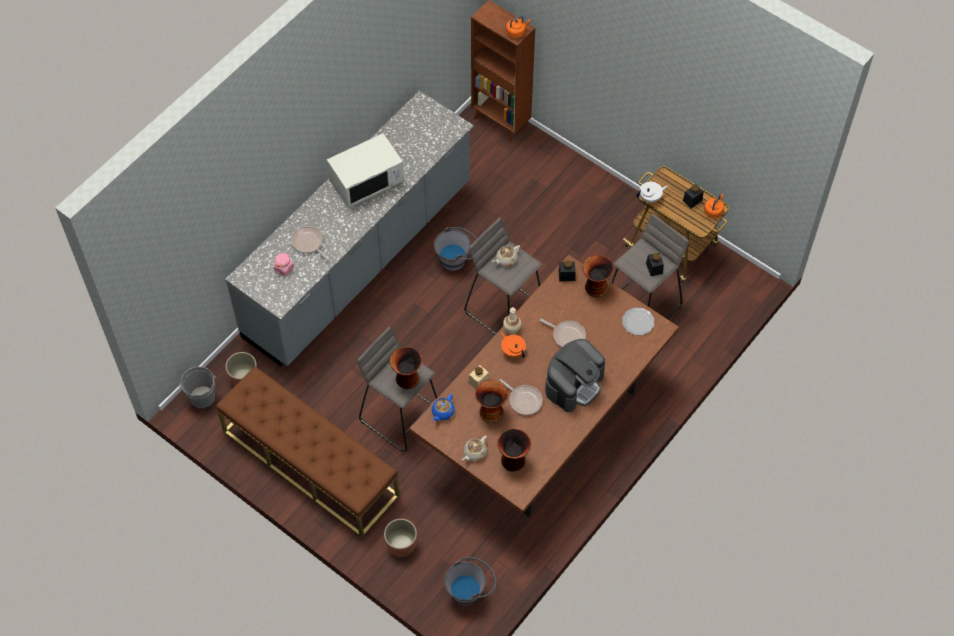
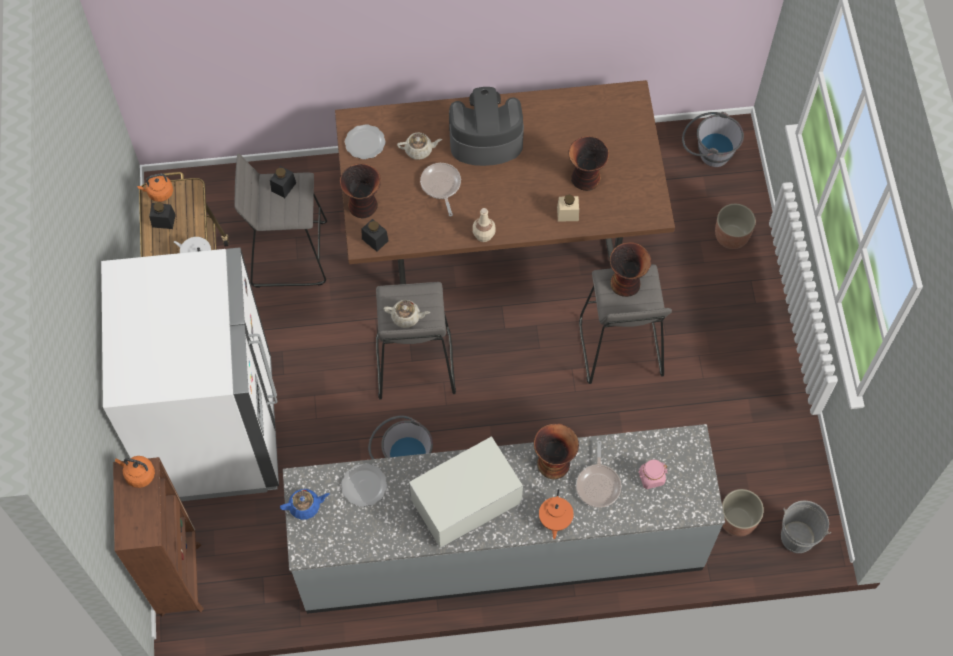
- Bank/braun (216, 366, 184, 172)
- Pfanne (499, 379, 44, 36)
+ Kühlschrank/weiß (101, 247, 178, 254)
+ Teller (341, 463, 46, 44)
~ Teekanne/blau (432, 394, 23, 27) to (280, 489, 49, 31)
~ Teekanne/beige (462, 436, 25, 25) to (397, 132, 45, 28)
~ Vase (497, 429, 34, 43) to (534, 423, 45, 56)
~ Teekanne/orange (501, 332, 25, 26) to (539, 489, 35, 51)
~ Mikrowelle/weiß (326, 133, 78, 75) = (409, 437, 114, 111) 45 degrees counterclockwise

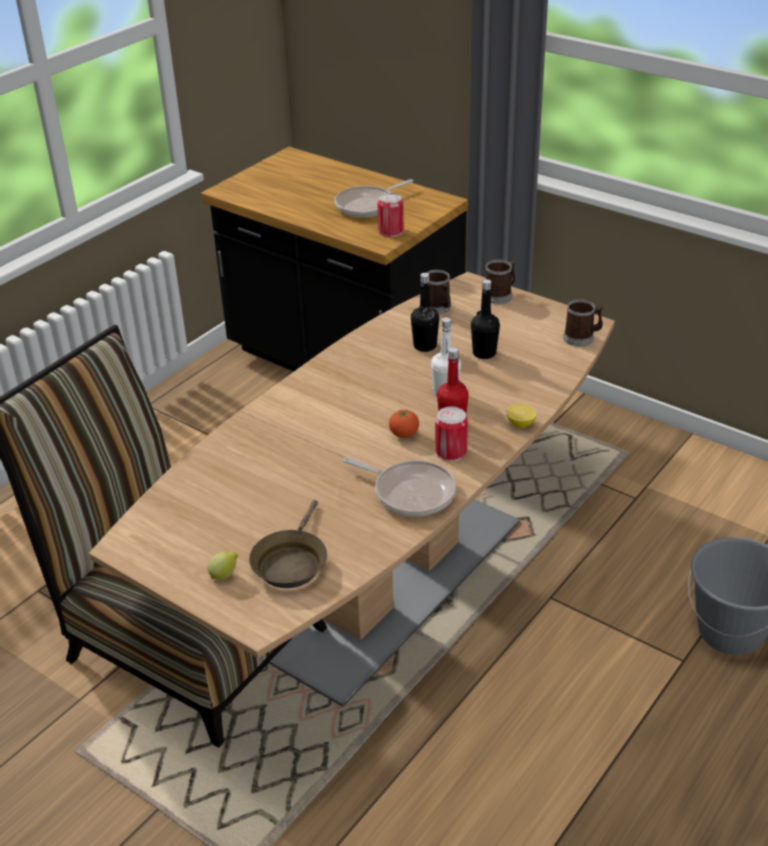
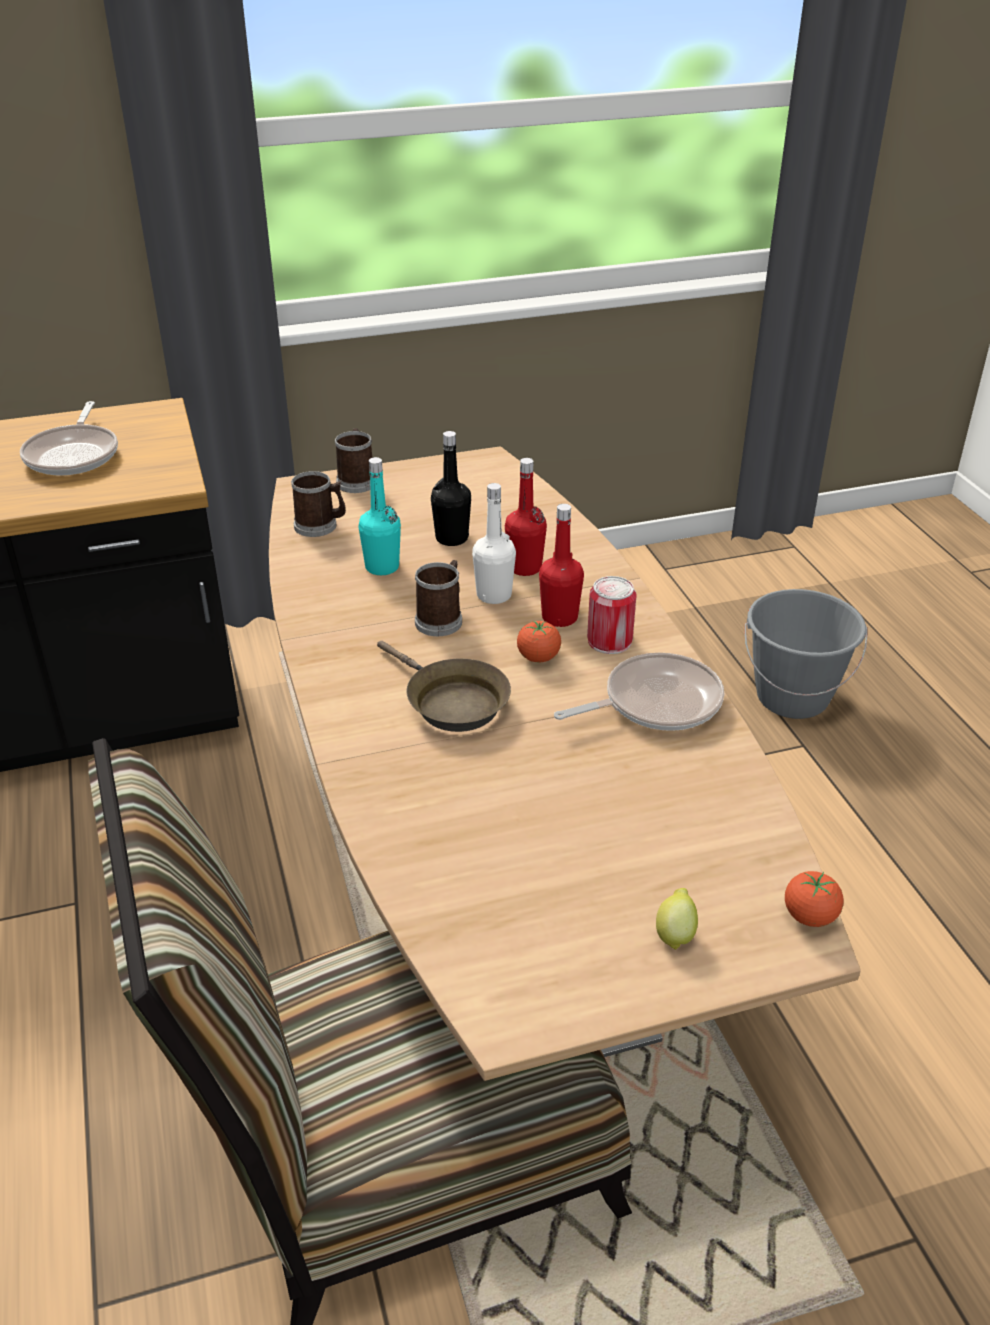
- Dose (377, 193, 27, 44)
- Zitrone (507, 403, 30, 24)
+ Flasche/rot (505, 458, 42, 118)
+ Tomate (785, 871, 59, 56)
~ Pfanne/braun (249, 500, 78, 88) to (377, 641, 134, 91)
~ Henkelbecher (563, 299, 40, 48) to (415, 560, 47, 76)
~ Flasche/schwarz (411, 273, 28, 79) to Flasche/türkis (358, 457, 43, 118)

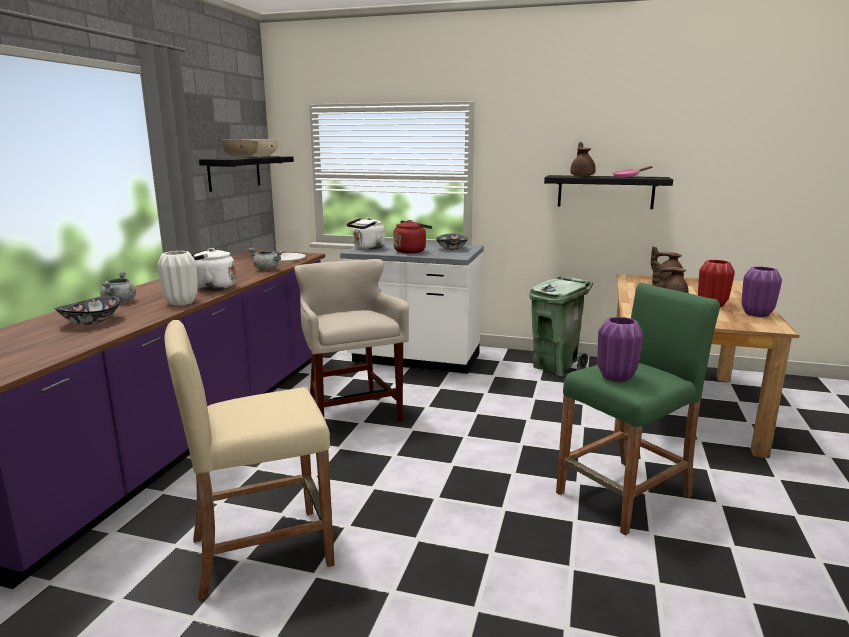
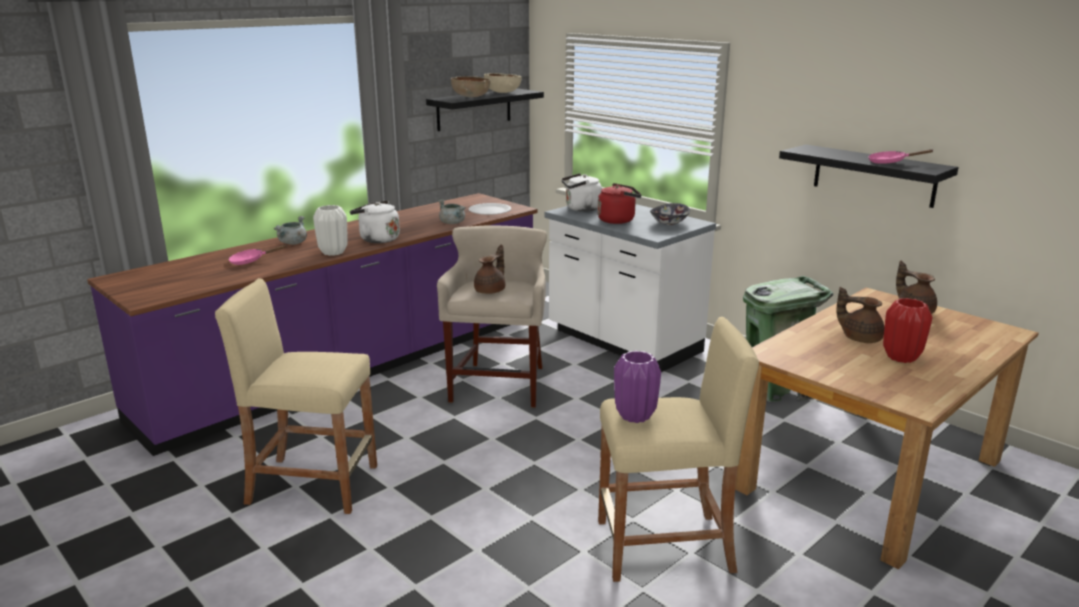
- Vase/lila (742, 266, 40, 51)
~ Teekanne/braun (570, 142, 26, 34) to (474, 245, 31, 49)
~ Schüssel (55, 295, 67, 30) to Pfanne/rosa (229, 245, 58, 20)
~ Hocker/grün (556, 283, 164, 252) to Hocker/beige (598, 317, 161, 265)

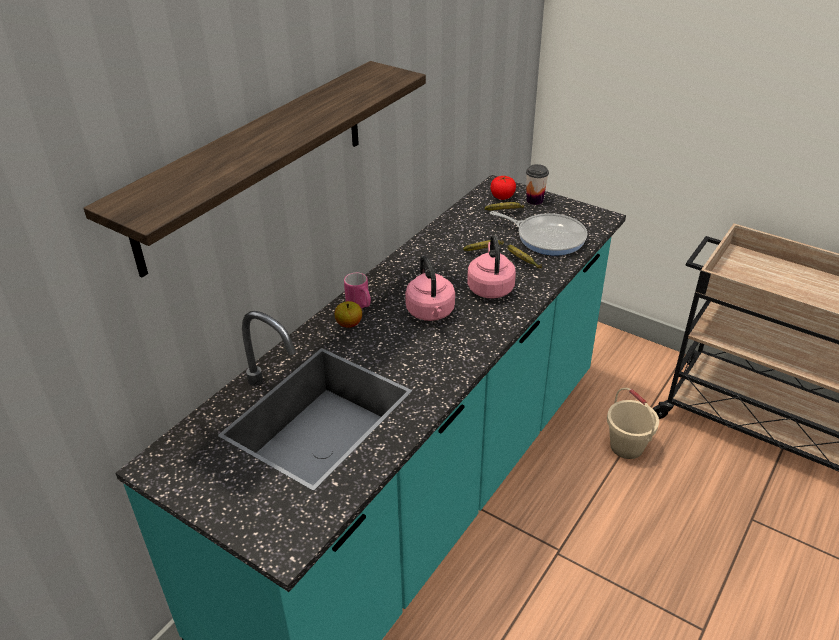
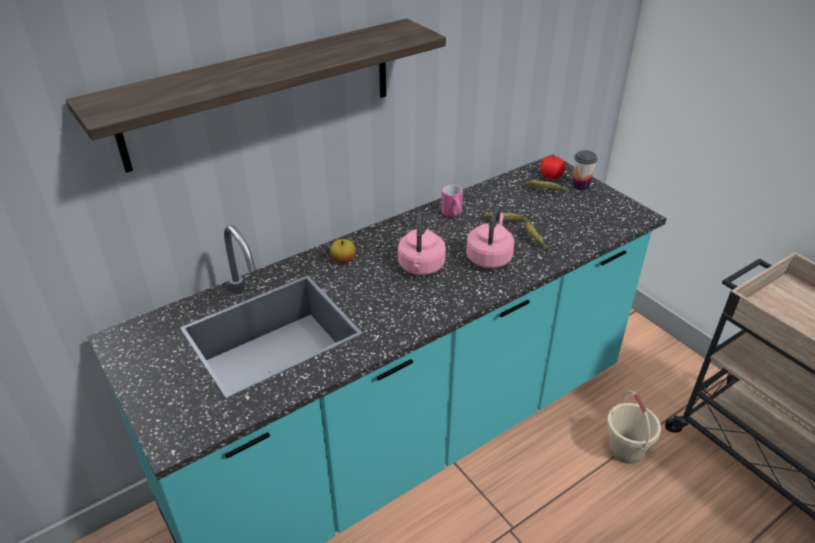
- Pfanne (490, 211, 97, 44)
~ Henkelbecher/rosa (344, 273, 27, 36) to (441, 185, 22, 32)

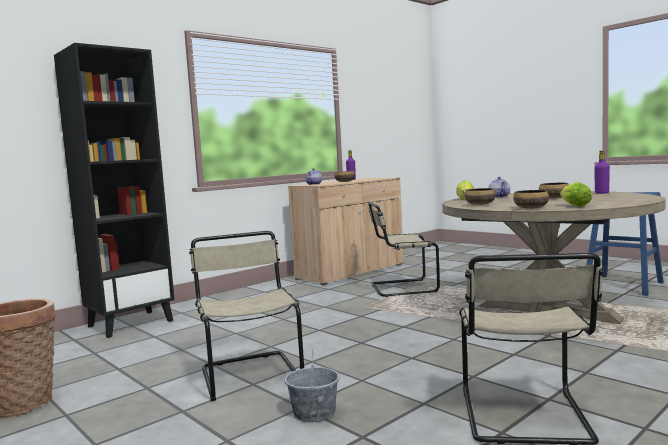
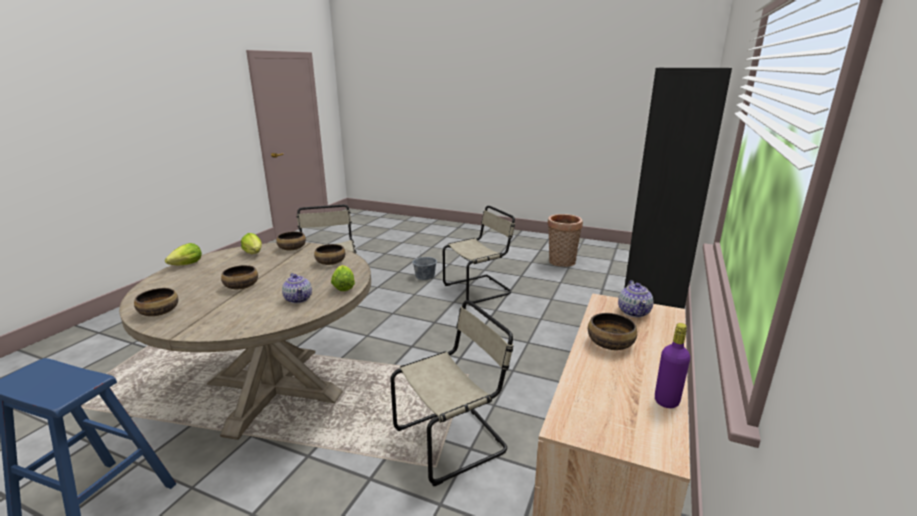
+ Salatkopf (165, 243, 37, 23)
~ Flasche/lila (594, 150, 16, 44) to Schüssel (134, 288, 44, 28)
~ Stuhl/beige (189, 231, 115, 170) = (443, 206, 72, 99) 75 degrees counterclockwise

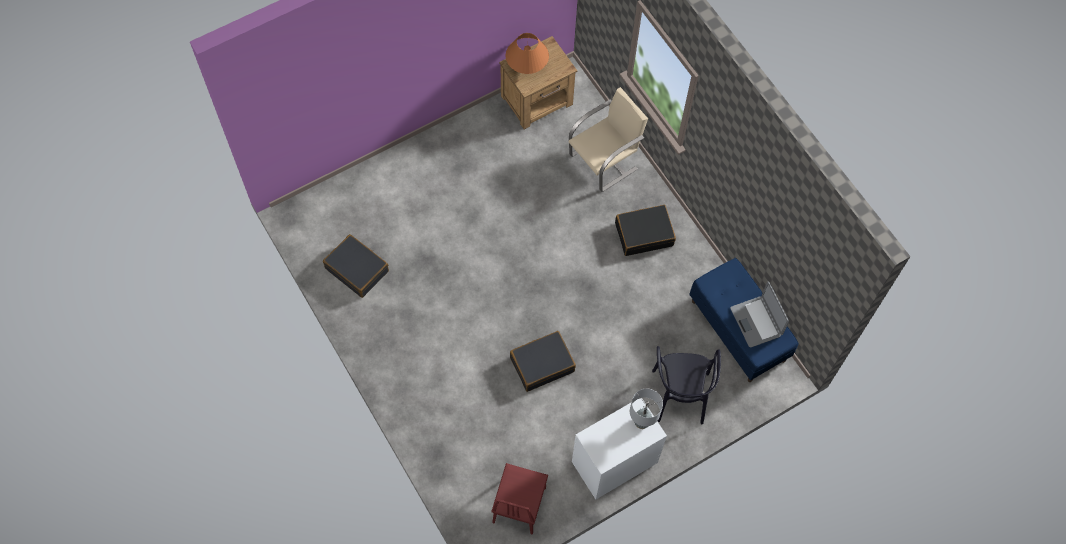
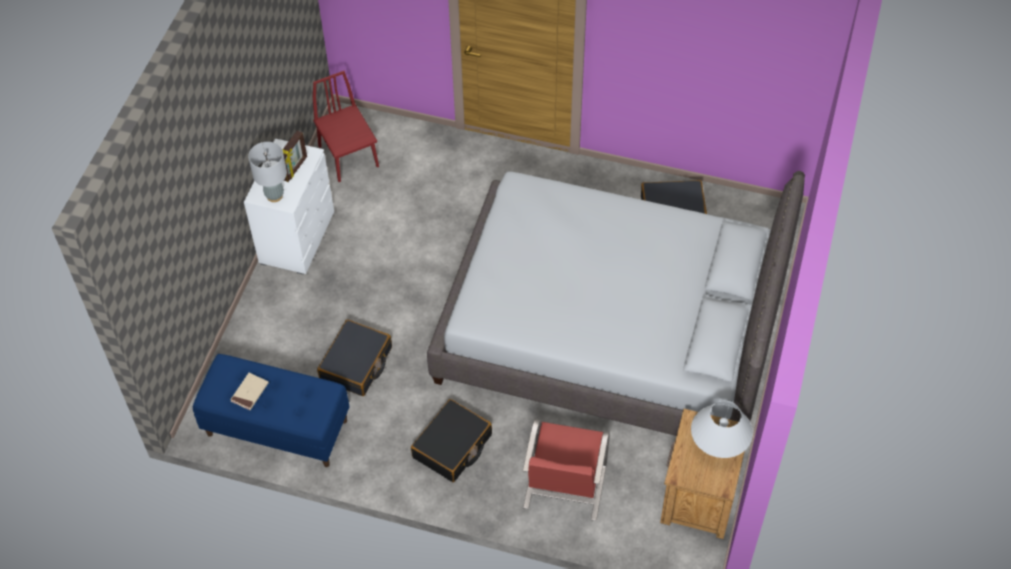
- Stuhl/schwarz (652, 346, 69, 78)
+ Bilderrahmen (282, 130, 25, 52)
+ Bett/grau (427, 171, 378, 265)
~ Koffer/schwarz (510, 331, 66, 61) to (317, 319, 75, 77)
~ Laptop (730, 282, 59, 66) to Buch/beige (230, 373, 39, 37)
~ Tischlampe/orange (506, 33, 43, 41) to Tischlampe/weiß (691, 401, 62, 57)
~ Stuhl/beige (569, 87, 79, 105) to Stuhl/rot (523, 419, 87, 102)

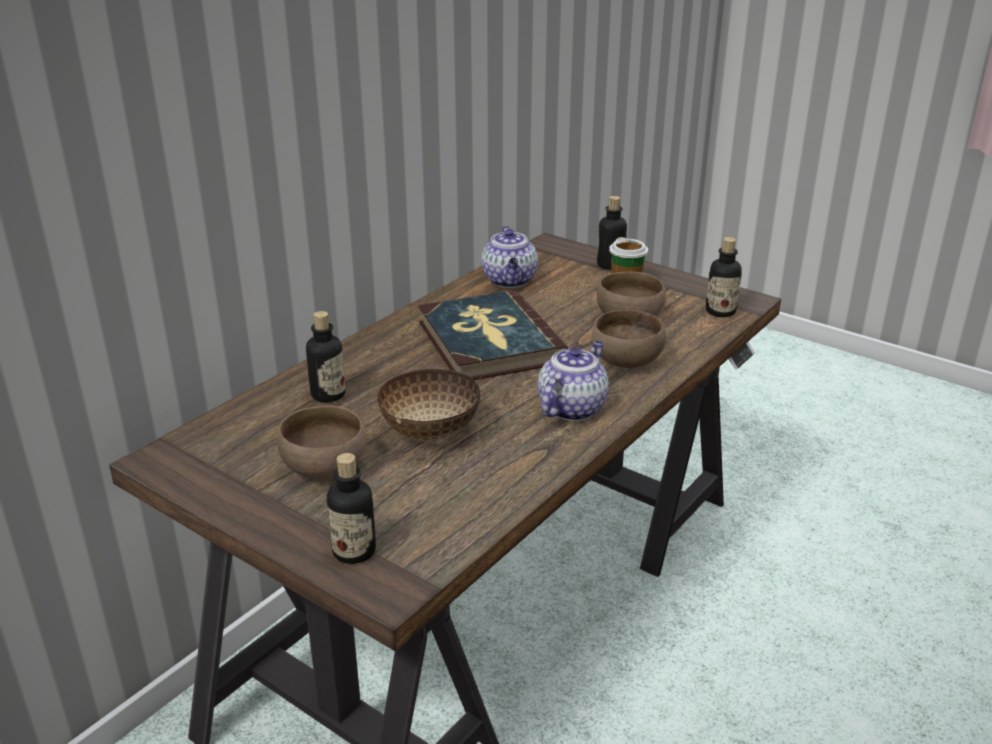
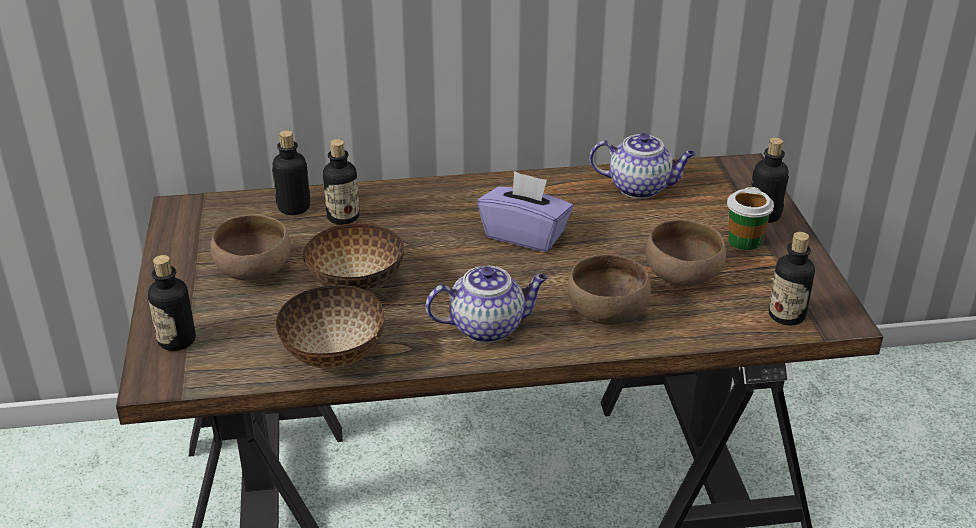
+ Flasche (272, 130, 38, 85)
+ Schüssel (276, 285, 109, 84)
~ Buch (418, 290, 150, 90) to Taschentuchbox/lila (477, 171, 96, 81)
~ Teekanne (481, 226, 57, 62) = (590, 133, 106, 66) 120 degrees counterclockwise

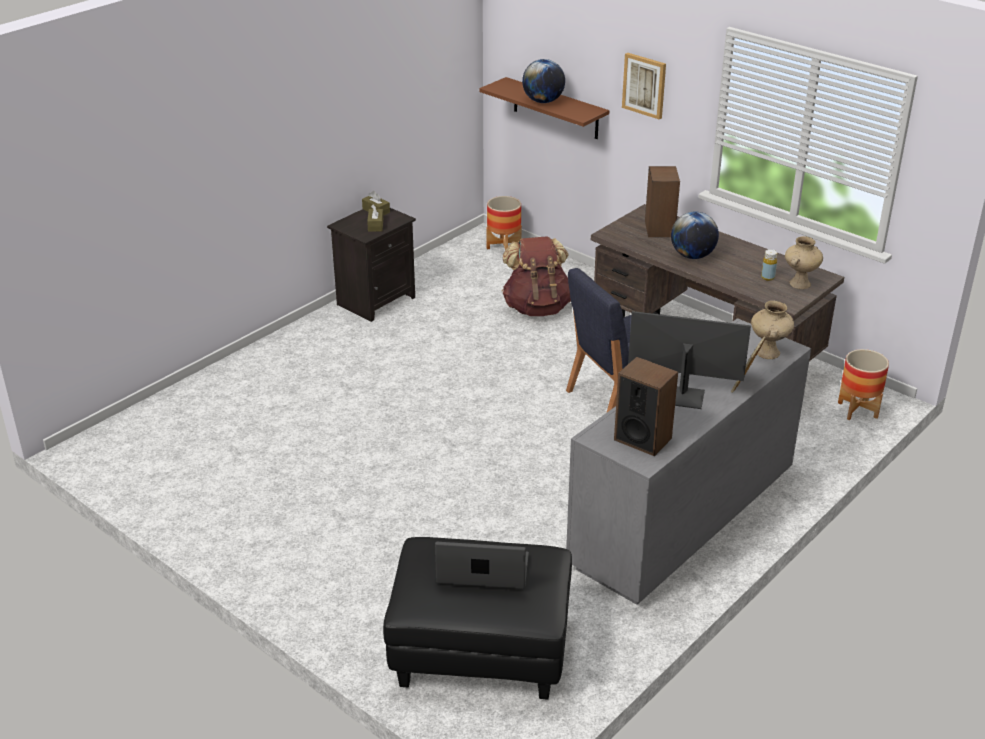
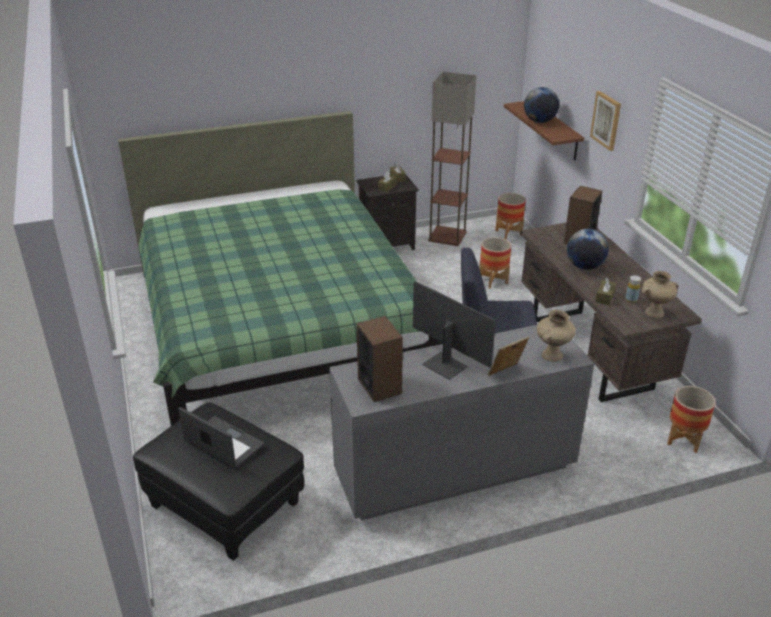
+ Bett/grün (118, 111, 325, 315)
+ Stehlampe (428, 72, 49, 174)
+ Taschentuchbox/braun (596, 278, 20, 27)
~ Rucksack/braun (502, 236, 69, 80) to Pflanzkübel (479, 237, 32, 52)

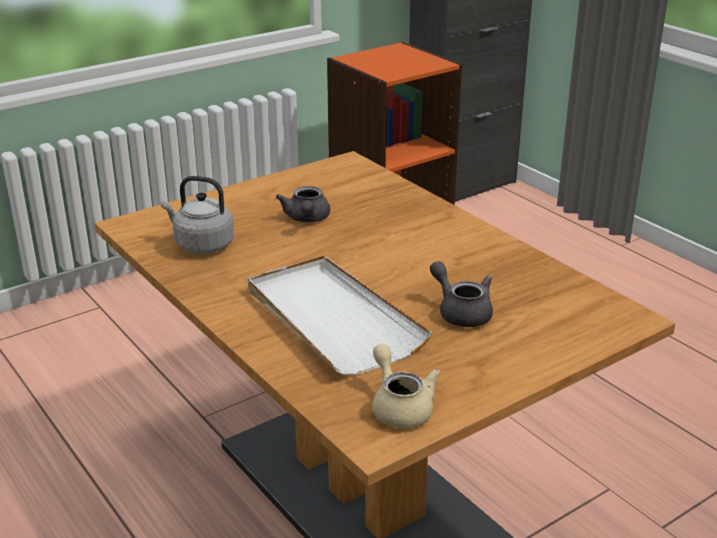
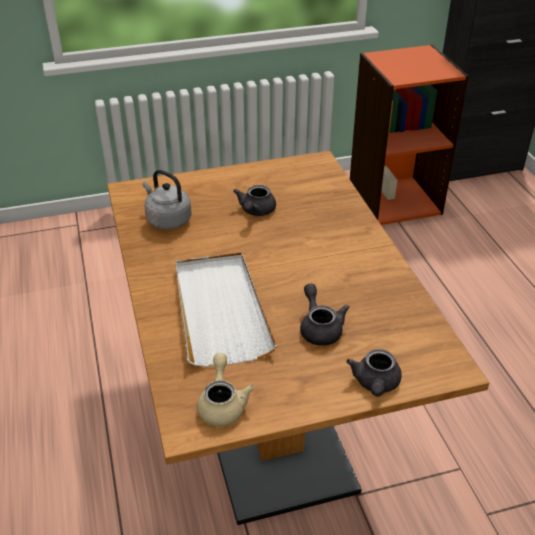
+ Teekanne/grau (346, 349, 56, 47)

